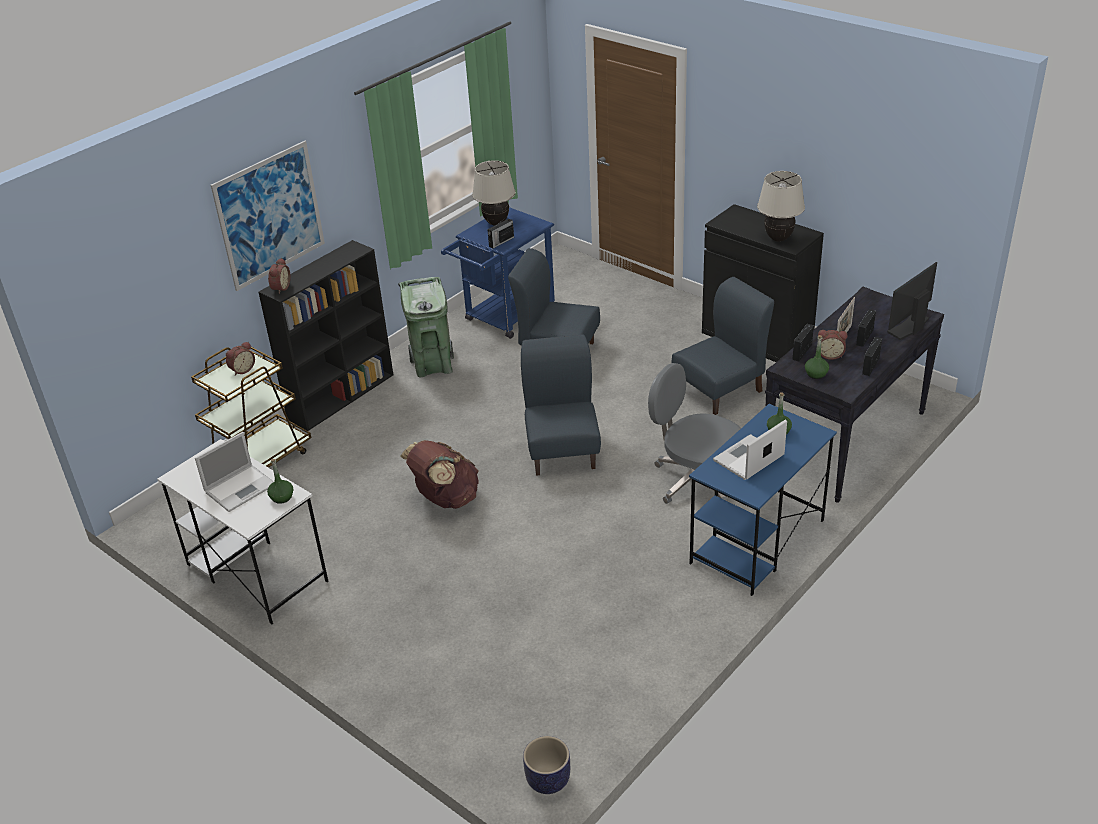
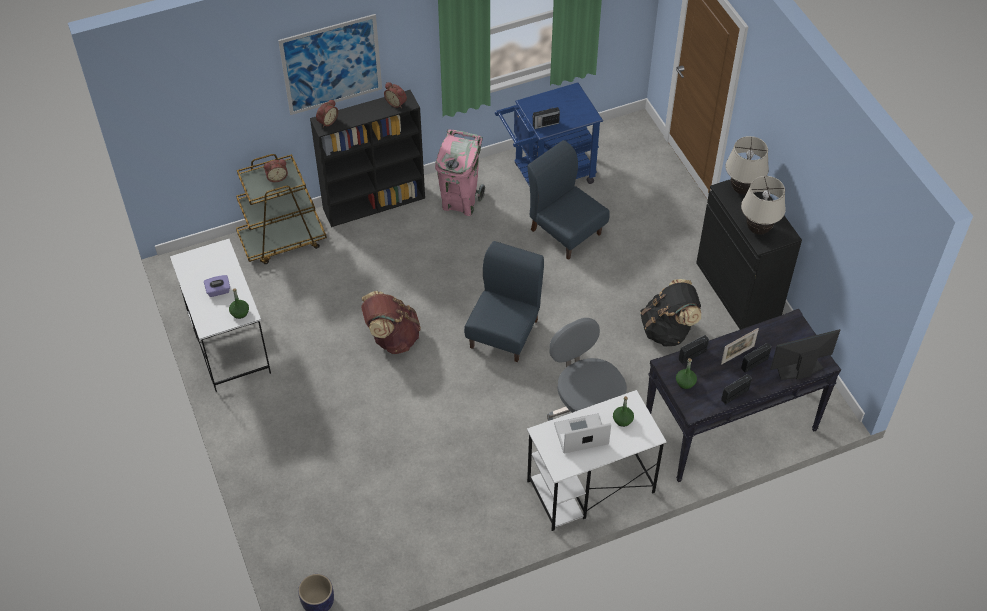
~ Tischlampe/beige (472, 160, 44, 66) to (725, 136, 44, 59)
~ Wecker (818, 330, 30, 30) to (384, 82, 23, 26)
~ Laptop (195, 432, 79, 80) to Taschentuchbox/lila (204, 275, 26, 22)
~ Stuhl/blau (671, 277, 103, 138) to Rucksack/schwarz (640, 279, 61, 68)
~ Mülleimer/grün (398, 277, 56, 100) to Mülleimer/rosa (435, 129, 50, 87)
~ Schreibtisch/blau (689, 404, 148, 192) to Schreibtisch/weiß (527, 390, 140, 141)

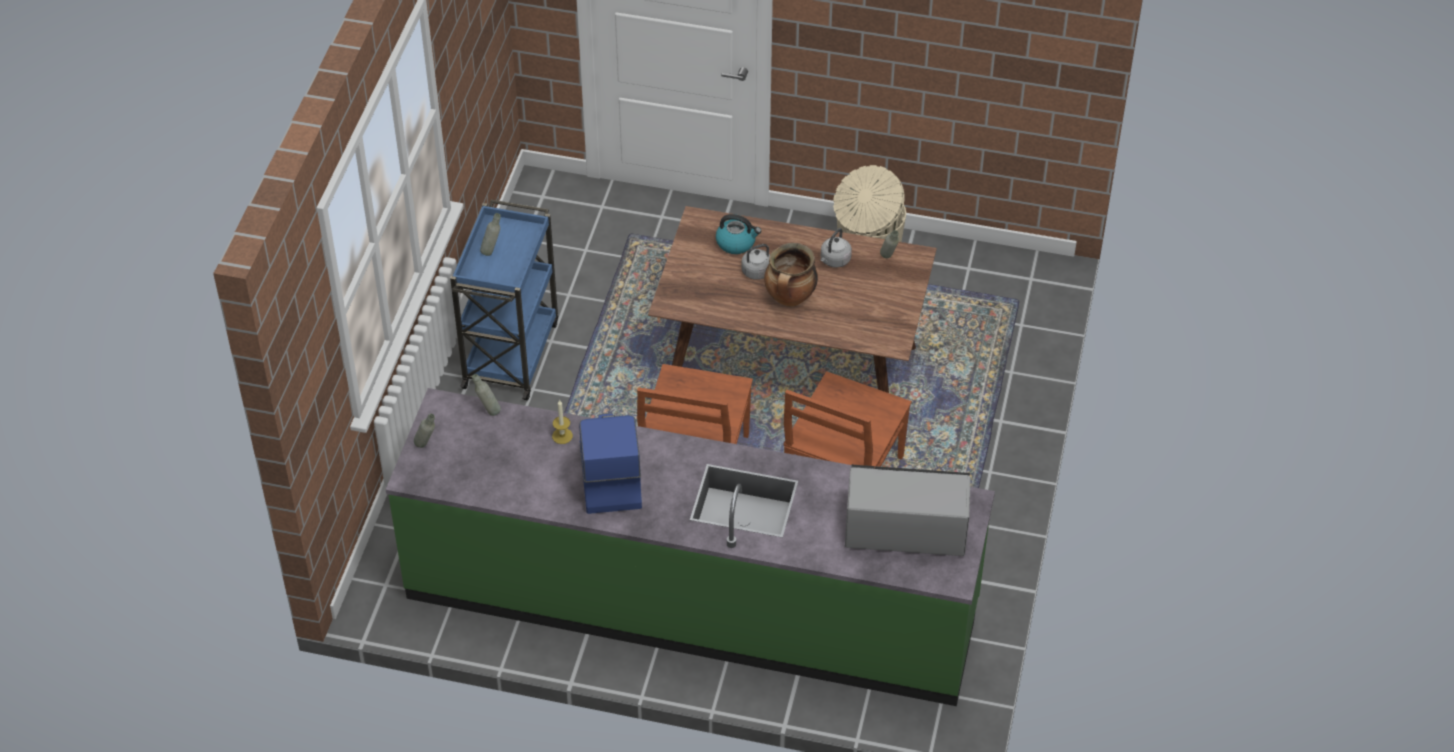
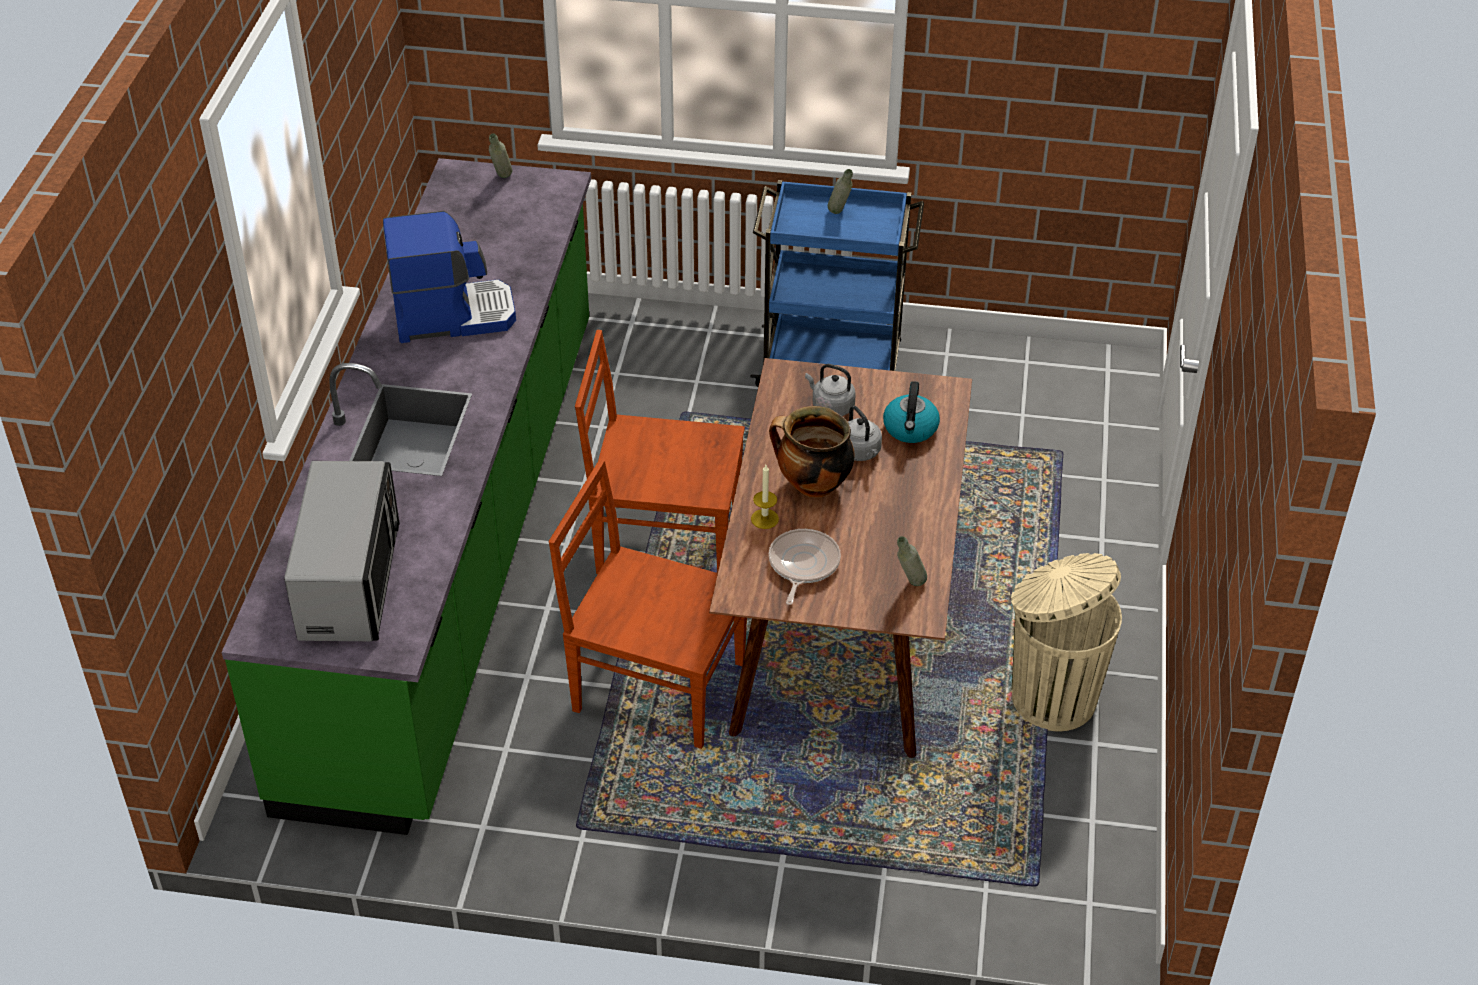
- Flasche/grau (472, 374, 29, 42)
+ Pfanne (769, 529, 72, 76)
~ Kerze (552, 400, 21, 44) to (751, 465, 28, 64)
~ Wasserkessel/grau (820, 228, 32, 40) to (805, 364, 51, 52)

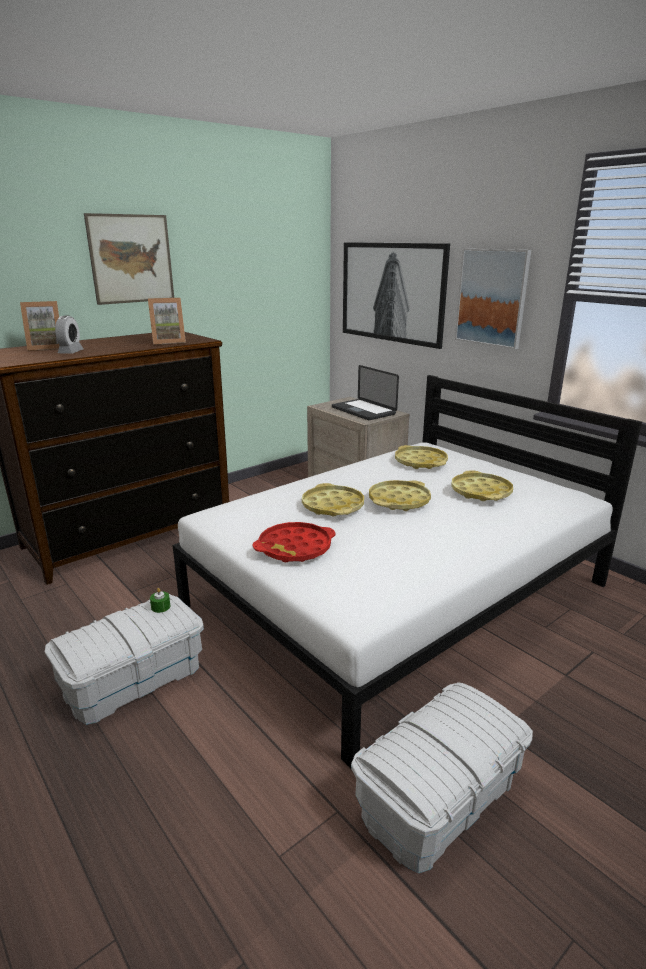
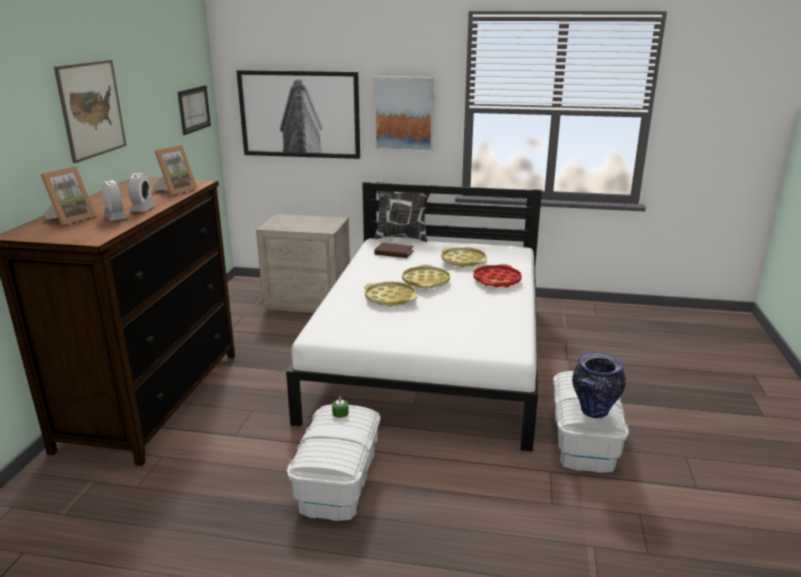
- Laptop (332, 365, 67, 55)
+ Wecker (129, 173, 27, 39)
+ Bild (178, 85, 33, 50)
+ Kissen (374, 182, 56, 60)
+ Vase (572, 352, 54, 66)
~ Tablett/rot (253, 522, 83, 40) to (473, 264, 49, 24)
~ Tablett/gelb (395, 445, 53, 24) to Buch/braun (374, 242, 40, 16)

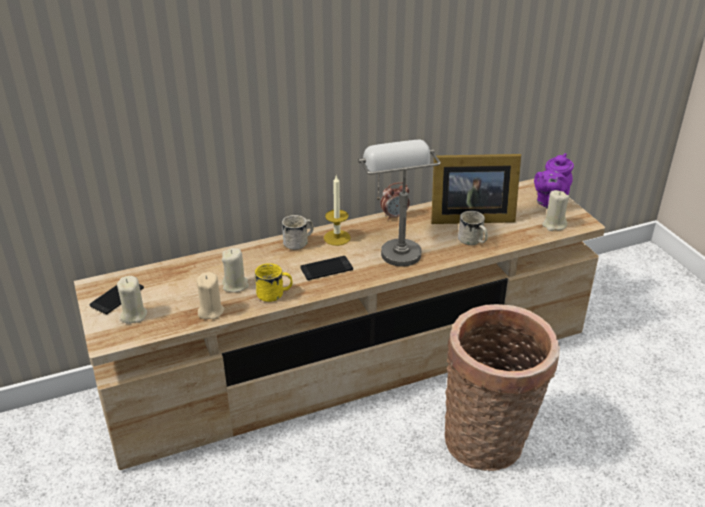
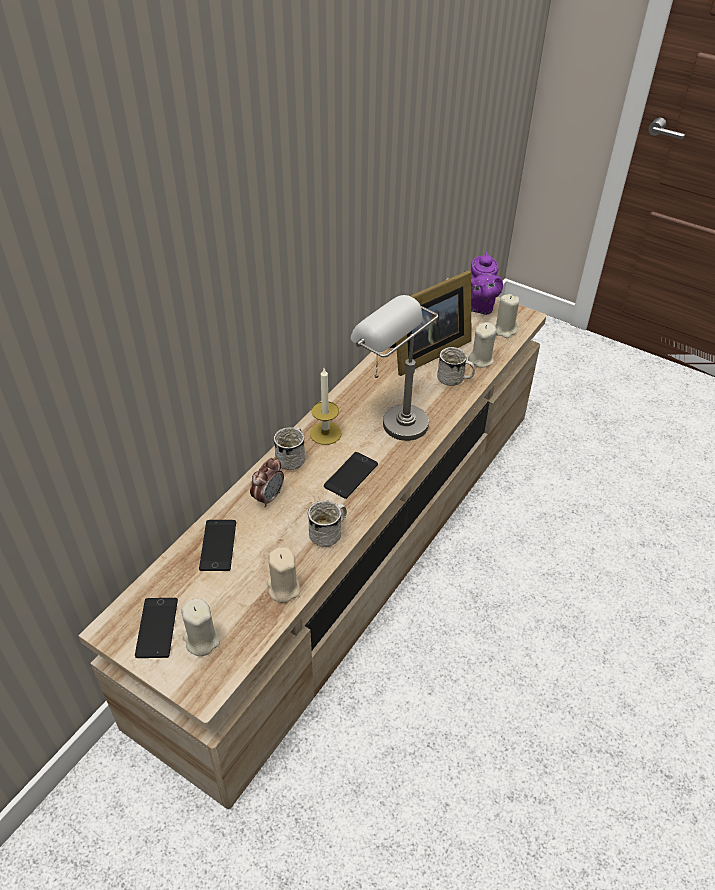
- Korb (445, 304, 115, 167)
+ Handy (199, 520, 37, 51)
~ Kerze/beige (222, 248, 27, 45) to (468, 322, 29, 46)
~ Wecker (380, 182, 30, 38) to (250, 457, 34, 50)
~ Henkelbecher/gelb (255, 263, 38, 39) to Henkelbecher/weiß (308, 500, 39, 47)

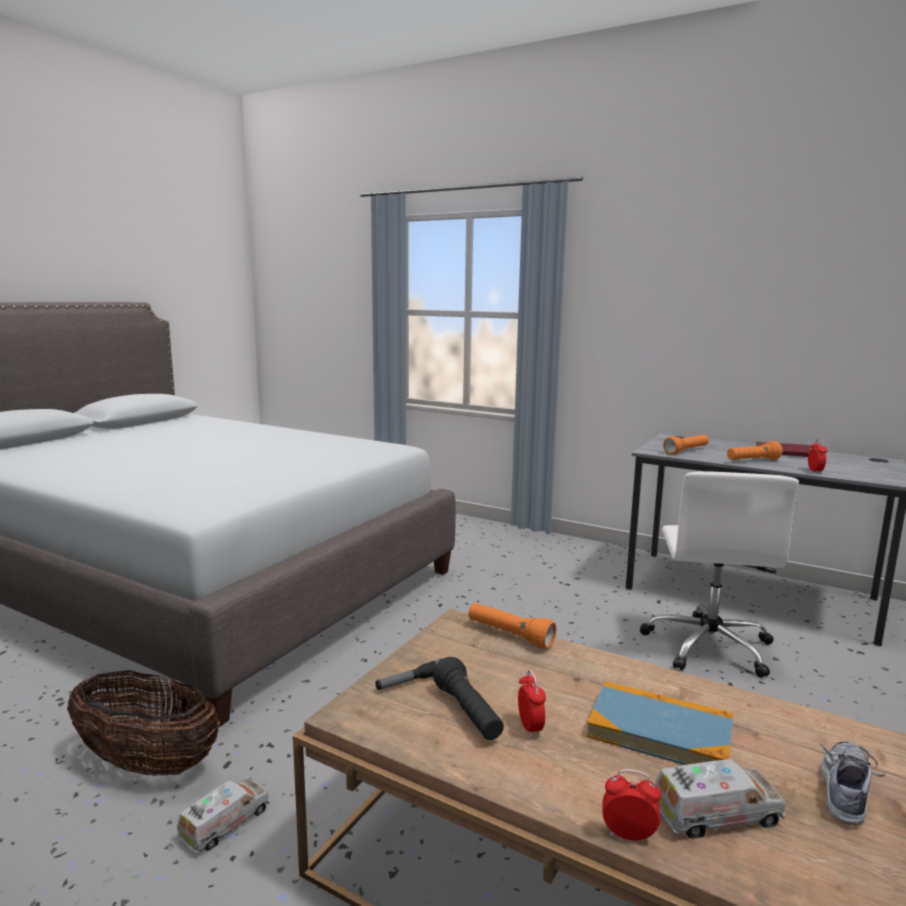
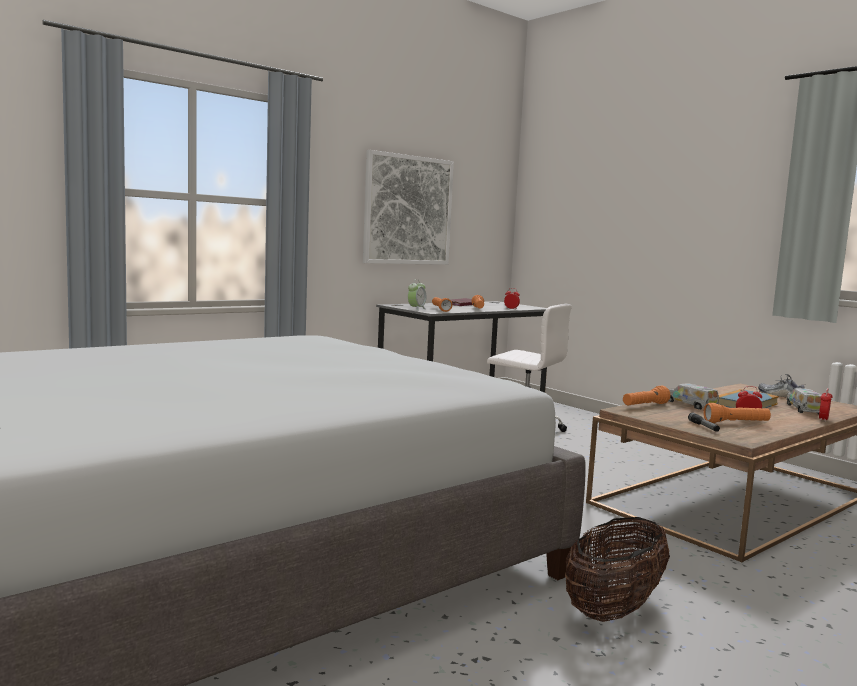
+ Bild (363, 150, 91, 115)
+ Wecker (408, 279, 18, 31)
~ Spielzeuglaster (177, 778, 93, 76) to (669, 383, 50, 27)
~ Taschenlampe/schwarz (433, 657, 71, 83) to Taschenlampe/orange (704, 403, 67, 20)

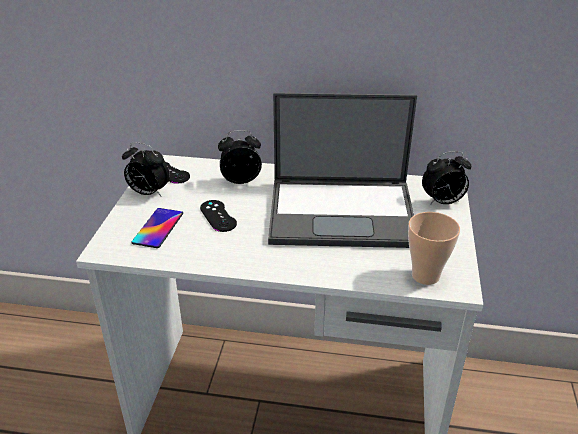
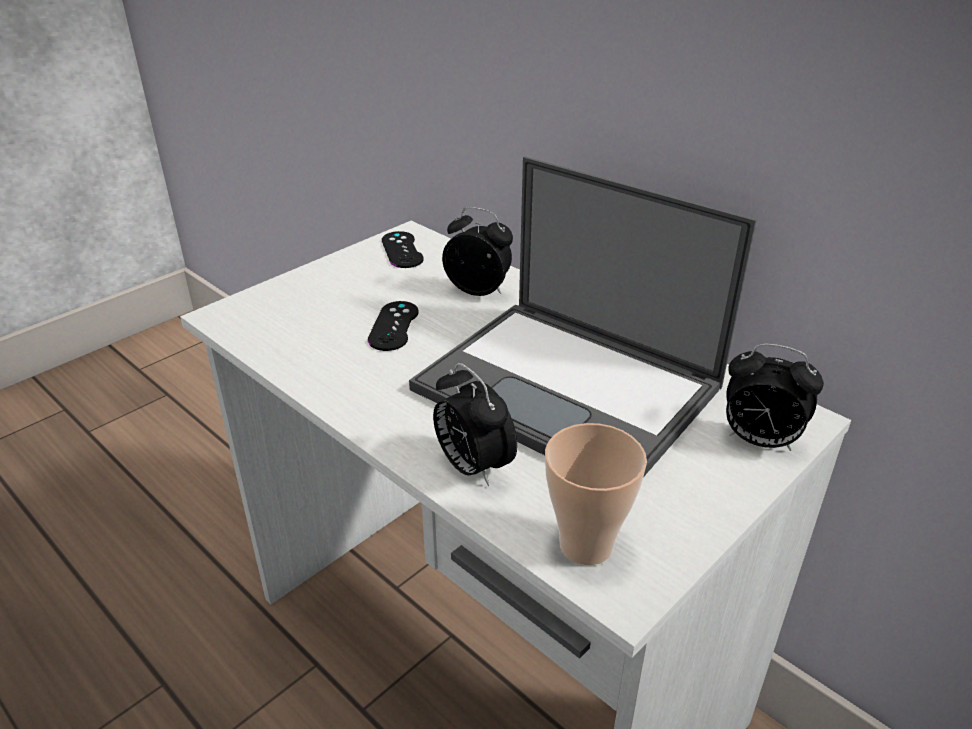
- Handy (131, 208, 52, 40)
~ Wecker (122, 142, 48, 55) to (433, 363, 84, 123)

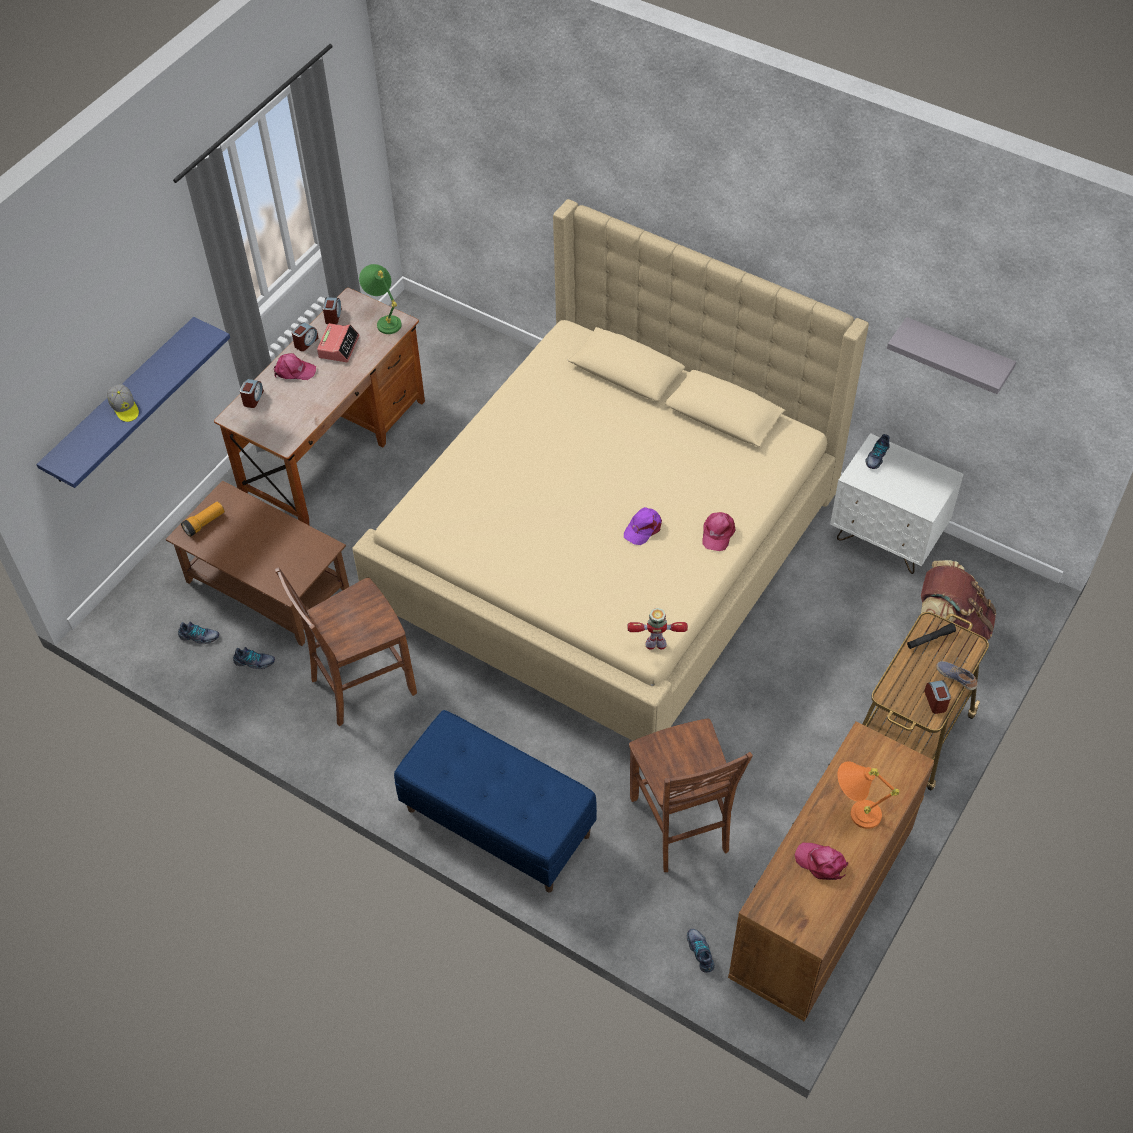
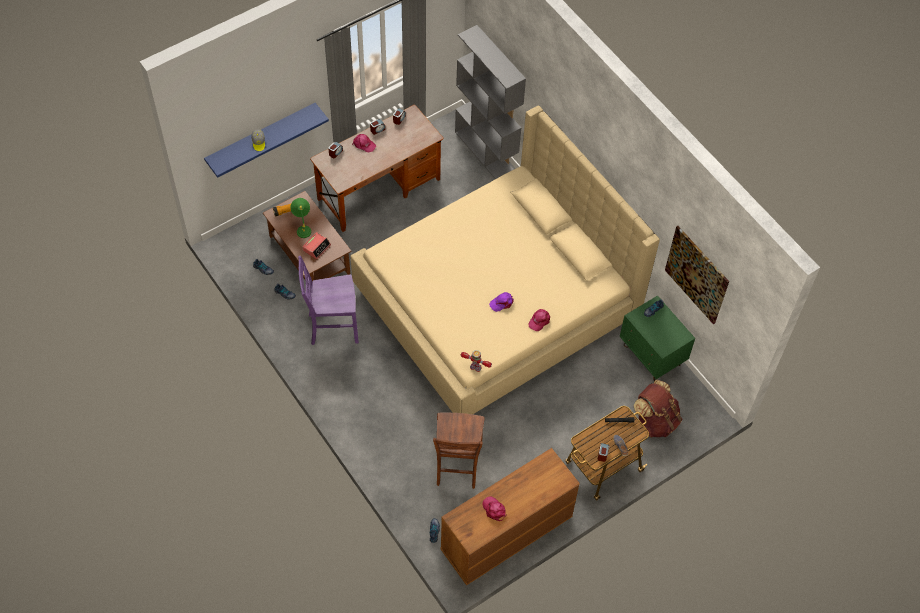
- Bank/blau (394, 710, 203, 183)
- Tischlampe/orange (837, 761, 62, 68)
+ Bücherregal/grau (455, 25, 71, 154)
~ Wecker (317, 323, 43, 39) to (302, 232, 29, 27)
~ Tischlampe/grün (359, 264, 43, 70) to (291, 198, 20, 40)
~ Wandregal/grau (887, 317, 129, 77) to Bild (665, 226, 64, 98)
~ Stuhl/braun (275, 567, 142, 159) to Stuhl/lila (298, 256, 61, 89)
~ Nachttisch/weiß (830, 433, 134, 141) to Nachttisch/grün (620, 295, 75, 86)

